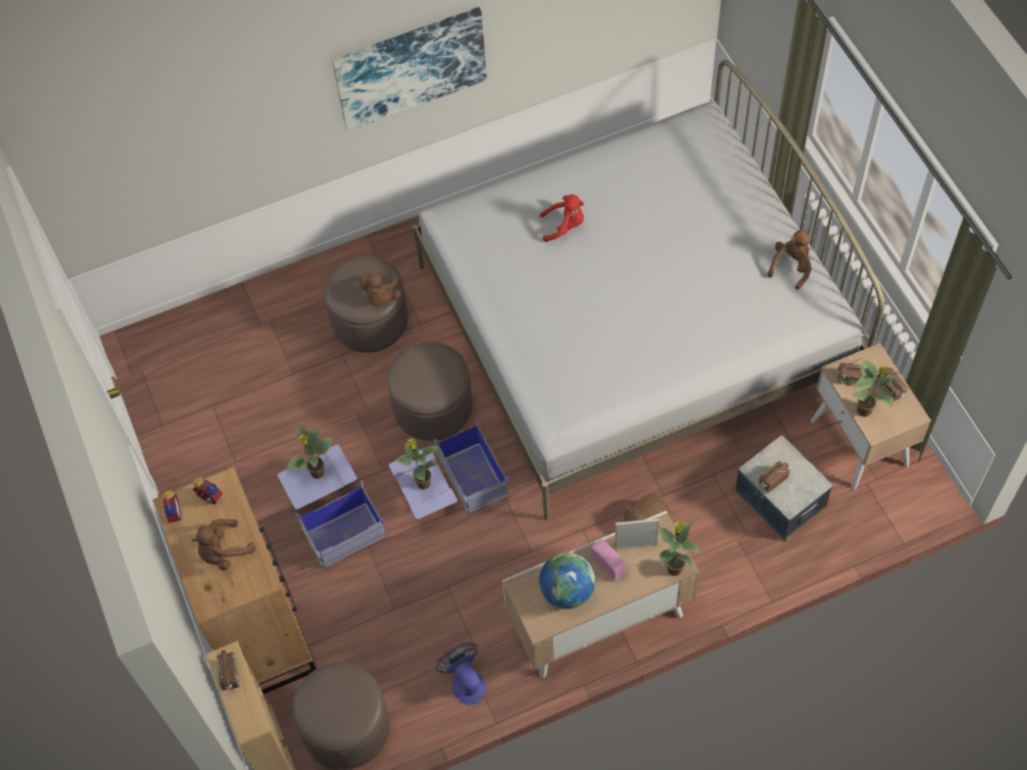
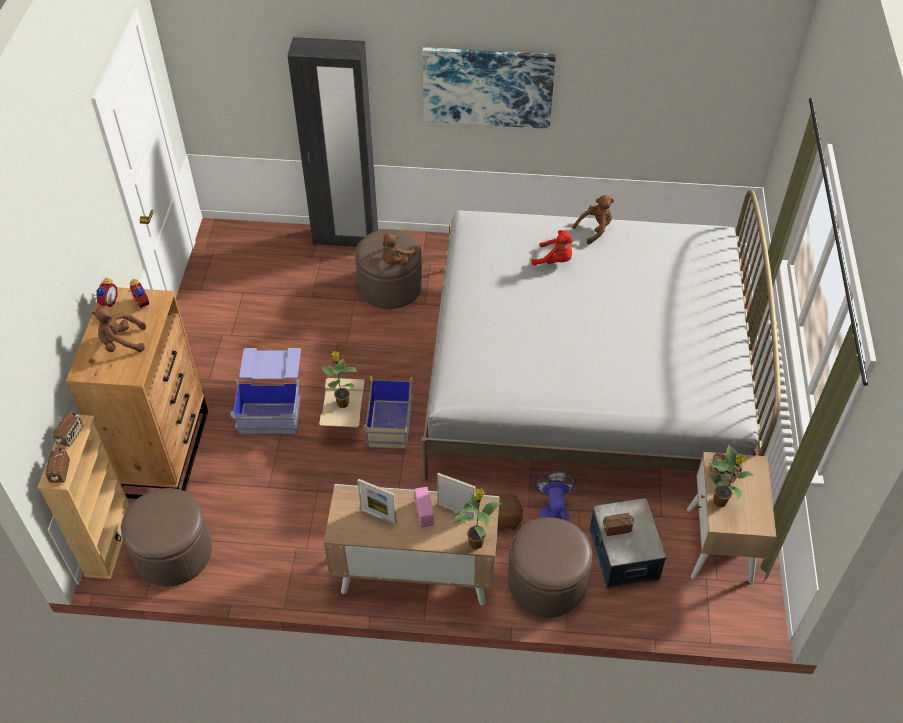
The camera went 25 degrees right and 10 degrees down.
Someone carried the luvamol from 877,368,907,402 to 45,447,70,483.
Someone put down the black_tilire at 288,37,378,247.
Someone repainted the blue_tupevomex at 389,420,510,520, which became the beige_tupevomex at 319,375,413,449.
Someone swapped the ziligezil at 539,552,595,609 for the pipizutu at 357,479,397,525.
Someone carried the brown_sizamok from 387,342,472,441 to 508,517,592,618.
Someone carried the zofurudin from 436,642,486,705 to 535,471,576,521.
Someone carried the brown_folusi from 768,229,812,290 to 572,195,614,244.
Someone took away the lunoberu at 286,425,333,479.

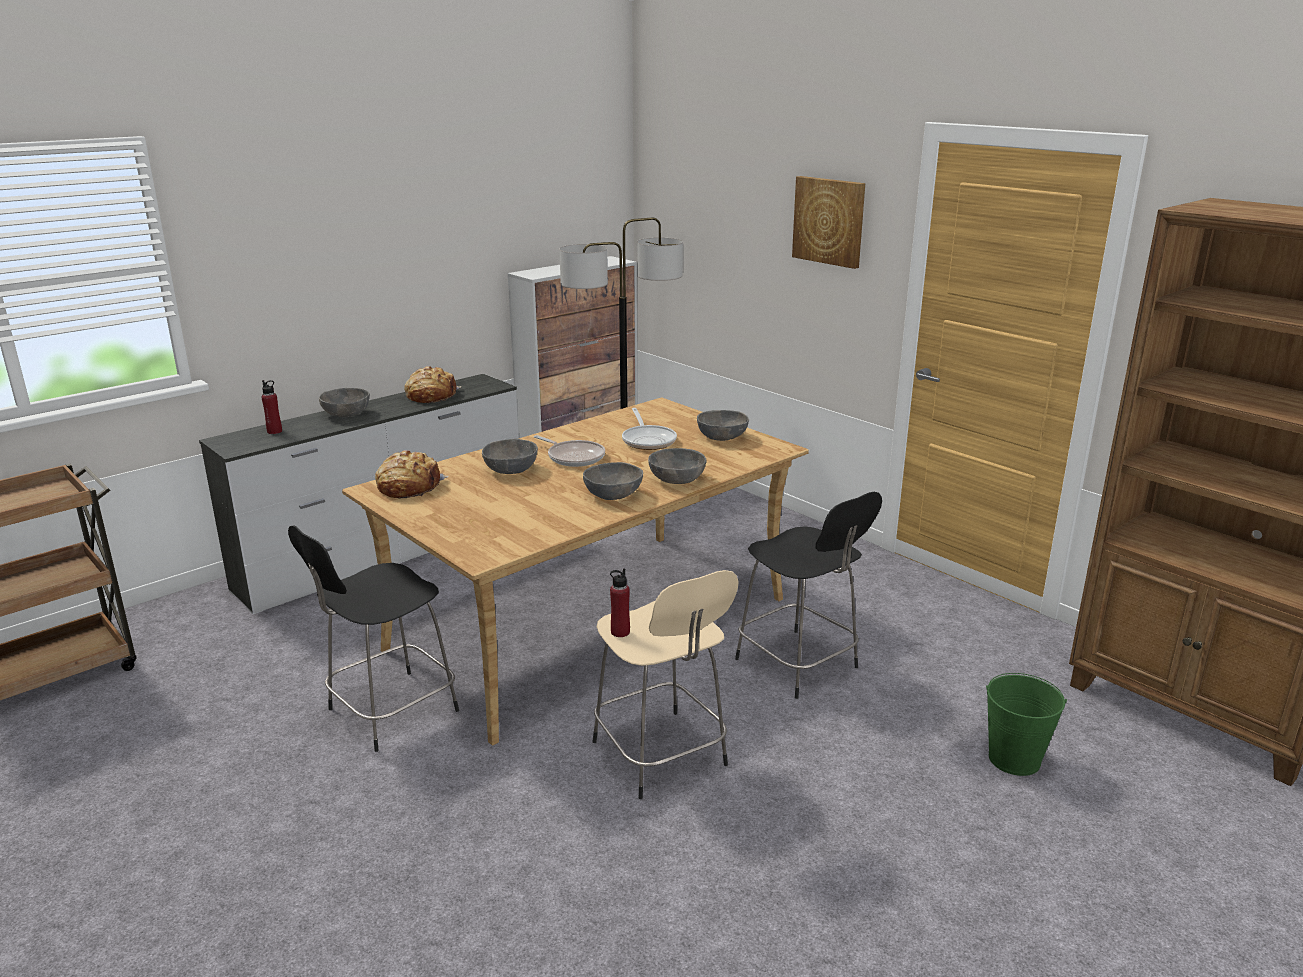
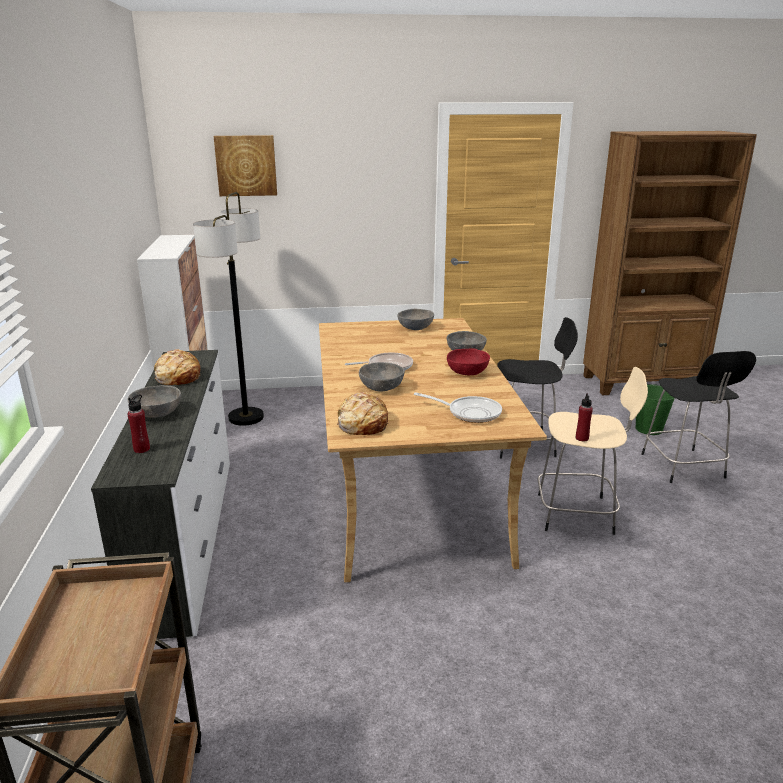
The camera went 55 degrees left and 0 degrees up.
Someone carried the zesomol from 792,176,865,269 to 214,135,277,196.
Someone carried the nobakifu from 622,408,677,450 to 414,392,502,423.
Someone repainted the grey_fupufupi at 583,462,643,500, which became the red_fupufupi at 447,349,490,375.
Someone carried the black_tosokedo from 288,525,459,752 to 641,351,756,483.

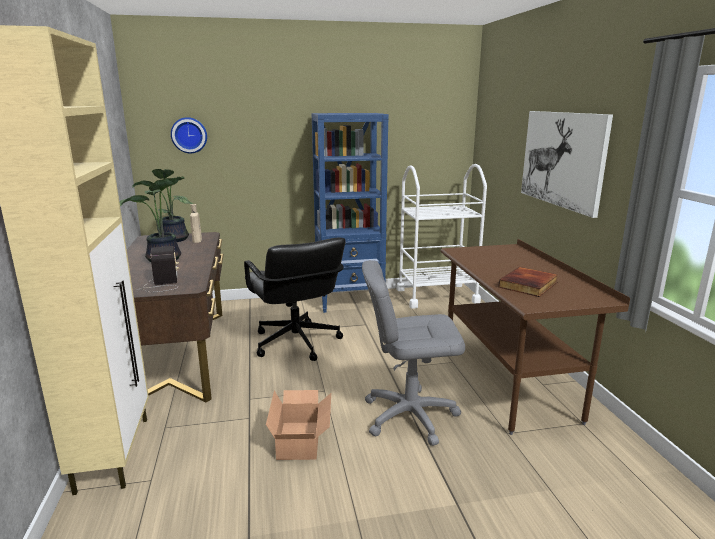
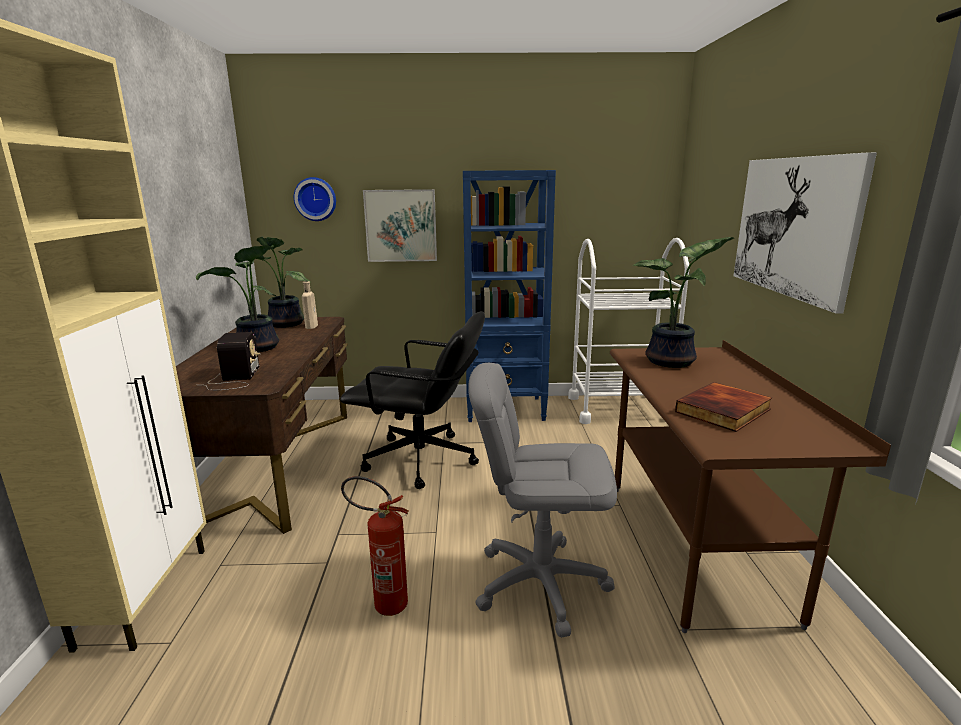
The camera went 10 degrees right and 0 degrees up.
Someone rotated the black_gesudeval at 244,238,346,361 by 60 degrees counterclockwise.
Someone swapped the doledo at 266,390,331,460 for the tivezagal at 341,476,409,616.
Someone put up the zesomol at 363,189,437,262.
Someone put down the lunoberu at 632,237,734,368.

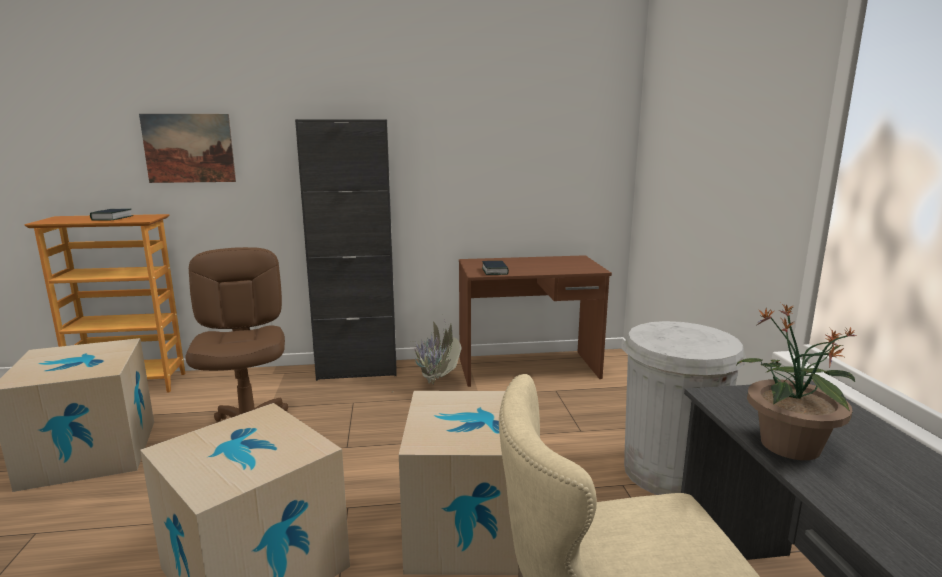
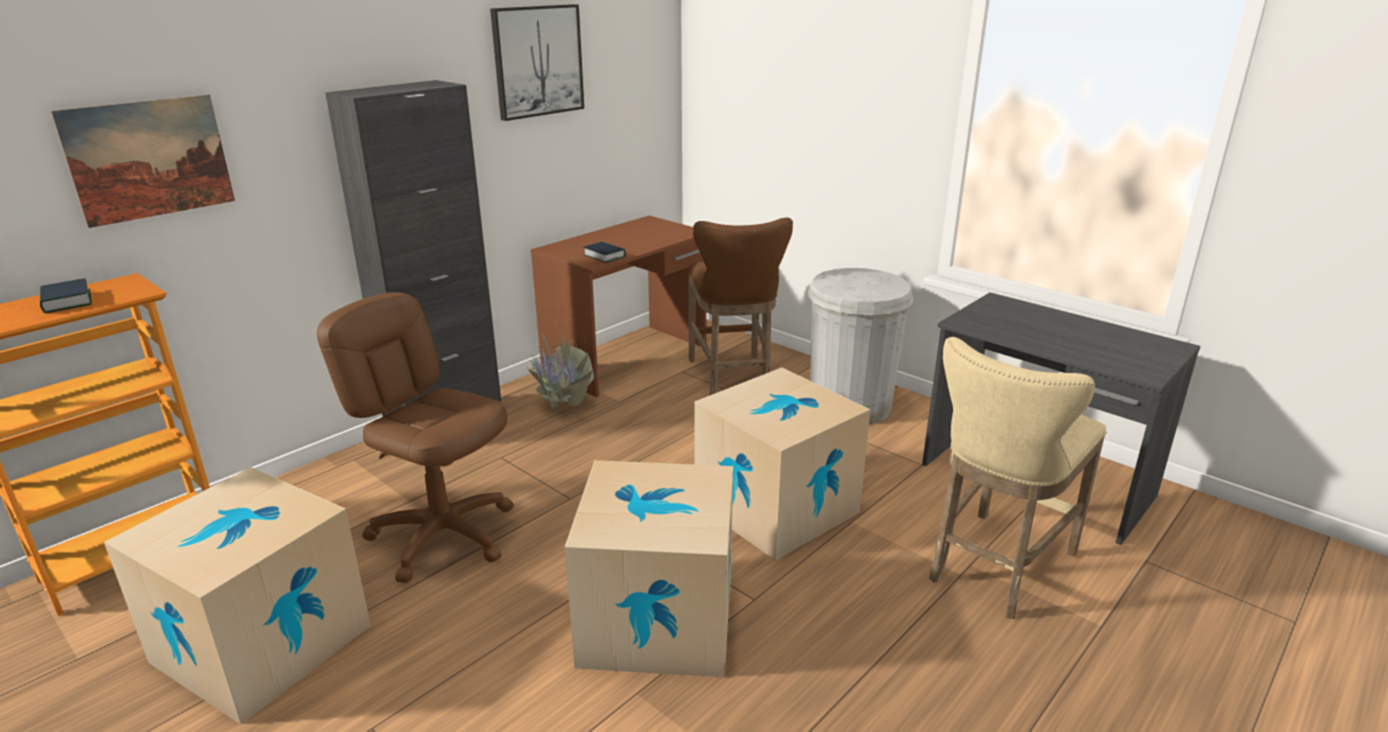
The camera went 40 degrees left and 10 degrees up.
Someone put up the zesomol at 490,4,584,121.
Someone put down the brown_tosokedo at 688,217,793,395.
Someone took away the lunoberu at 736,303,856,460.

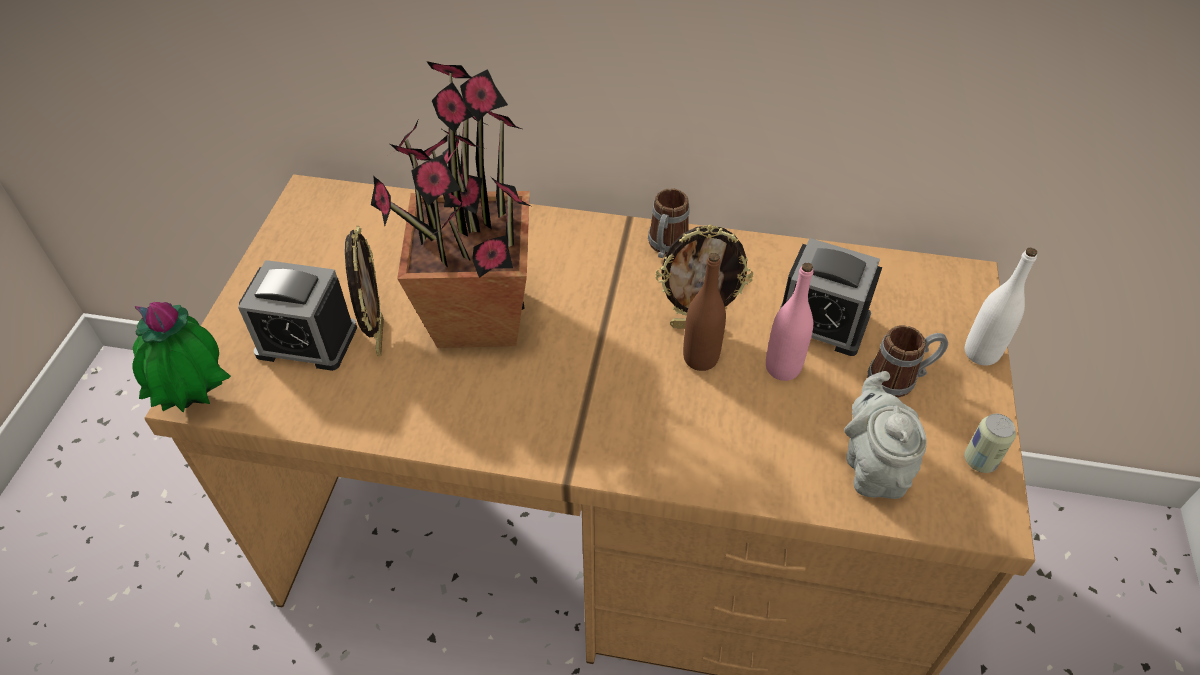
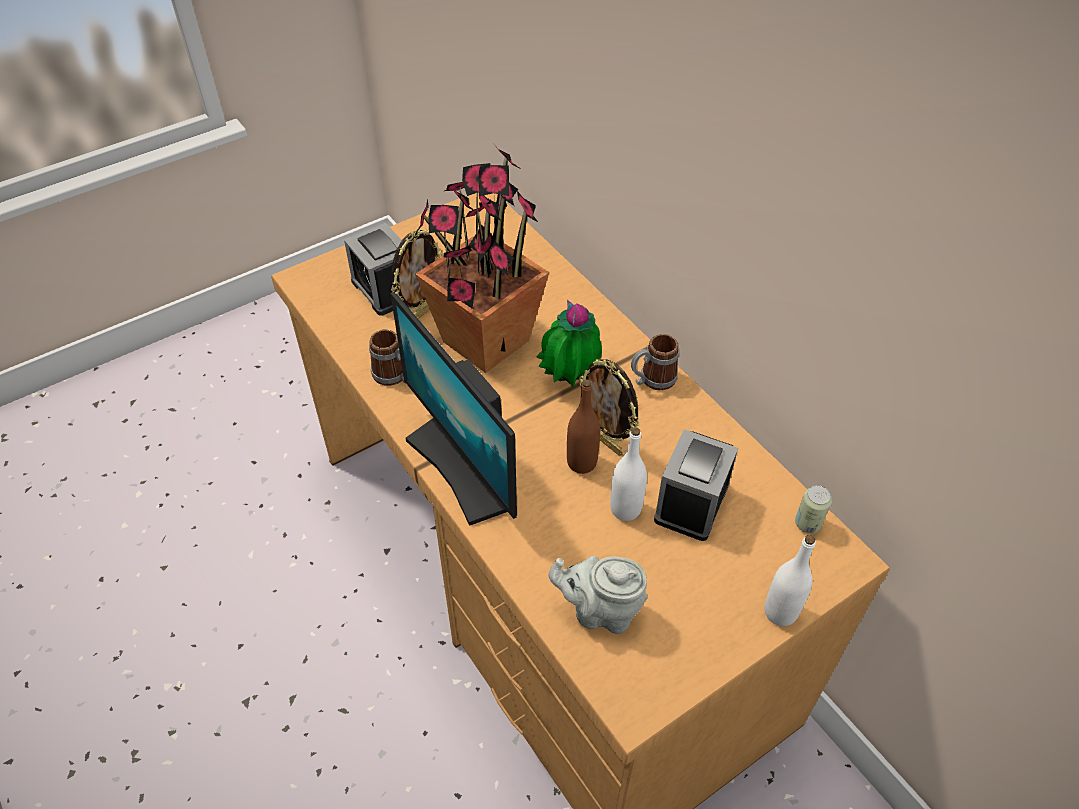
The camera went 45 degrees right and 0 degrees up.
Someone carried the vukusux from 868,325,948,398 to 369,329,405,386.
Someone put down the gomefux at 390,292,517,526.
Someone carried the lunoberu from 132,302,231,413 to 537,300,602,388.
Someone rotated the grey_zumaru at 844,371,927,499 by 120 degrees counterclockwise.
Someone repainted the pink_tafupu at 766,263,813,381, which became the white_tafupu at 610,427,647,521.
Someone rotated the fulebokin at 779,238,882,356 by 45 degrees clockwise.
Someone carried the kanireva from 964,414,1016,473 to 795,485,832,534.

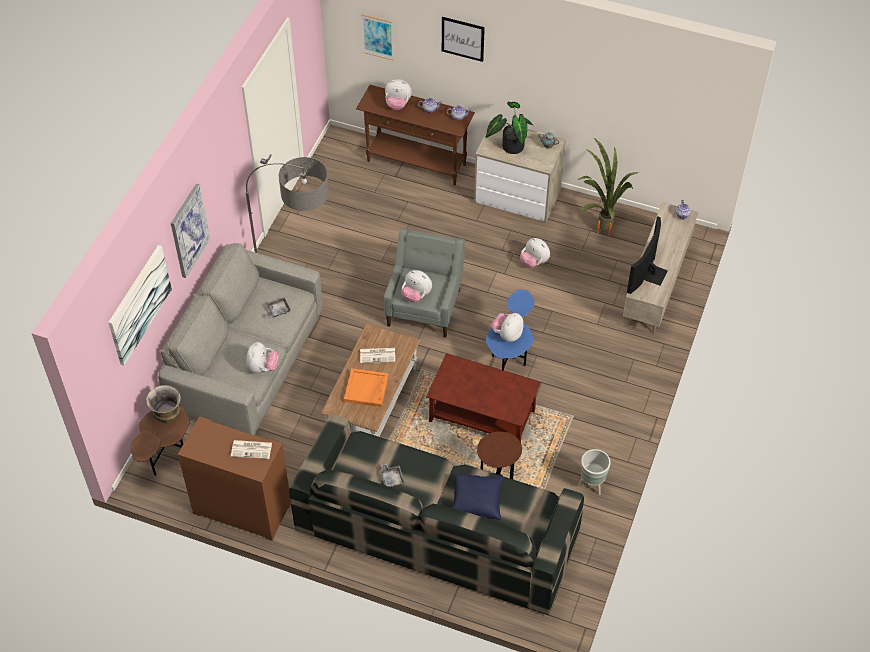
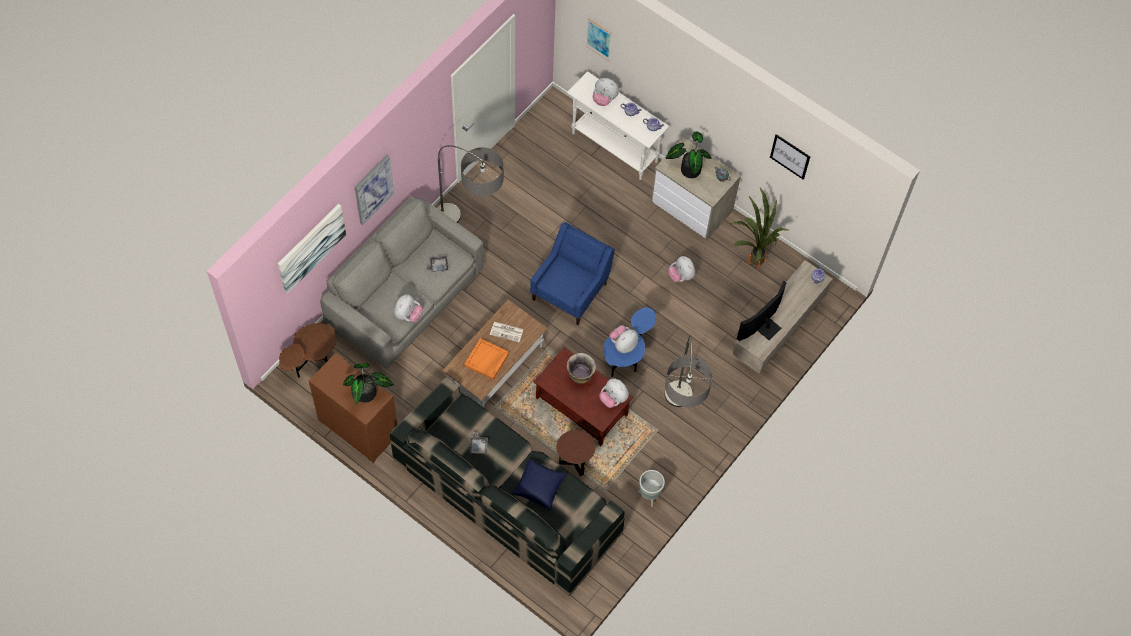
The camera went 15 degrees right and 10 degrees up.
Someone swapped the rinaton at 231,440,272,459 for the lunoberu at 343,363,394,405.
Someone repainted the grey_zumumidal at 384,228,465,338, which became the blue_zumumidal at 530,222,615,325.
Someone repainted the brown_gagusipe at 356,85,475,186, which became the white_gagusipe at 567,71,670,180.
Someone carried the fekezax from 146,385,181,423 to 567,353,596,384.
Someone carried the folusi from 401,270,432,303 to 599,378,629,408.
Someone put down the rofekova at 665,335,712,407.
Someone carried the zesomol from 442,17,485,62 to 770,134,810,180.

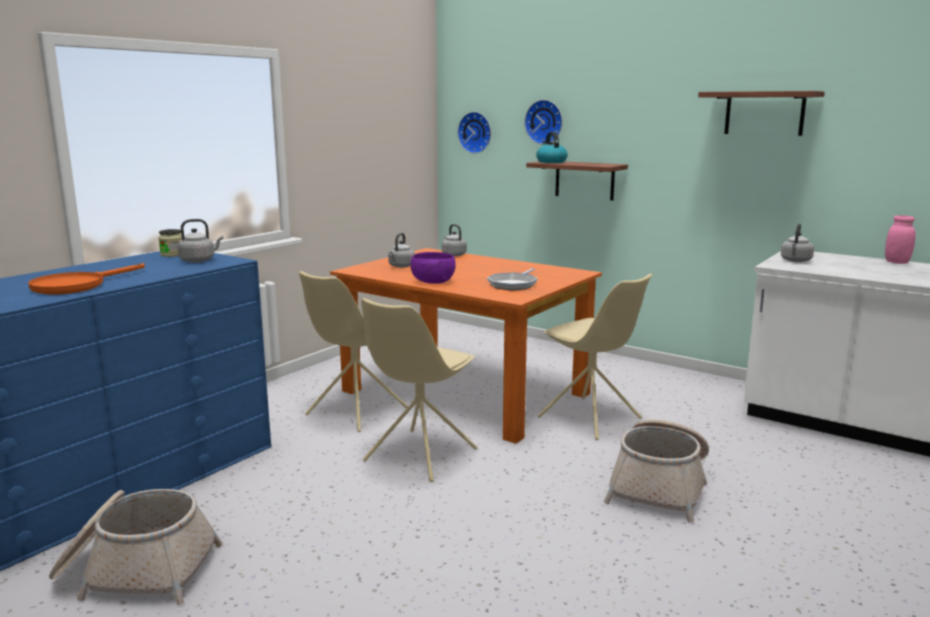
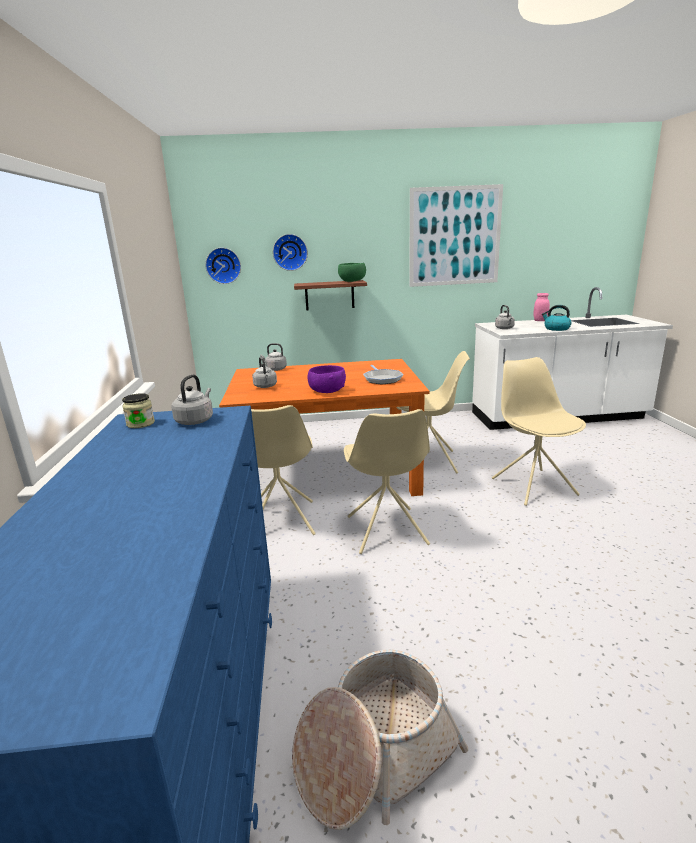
The camera went 40 degrees left and 5 degrees up.
Someone put down the green_fupufupi at 338,263,366,282.
Someone swapped the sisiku at 698,91,825,136 for the zesomol at 410,184,503,287.
Someone swapped the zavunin at 604,420,709,522 for the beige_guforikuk at 492,357,586,506.
Someone carried the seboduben from 536,132,568,163 to 542,305,571,331.
Someone took away the orange_nobakifu at 28,263,145,294.

